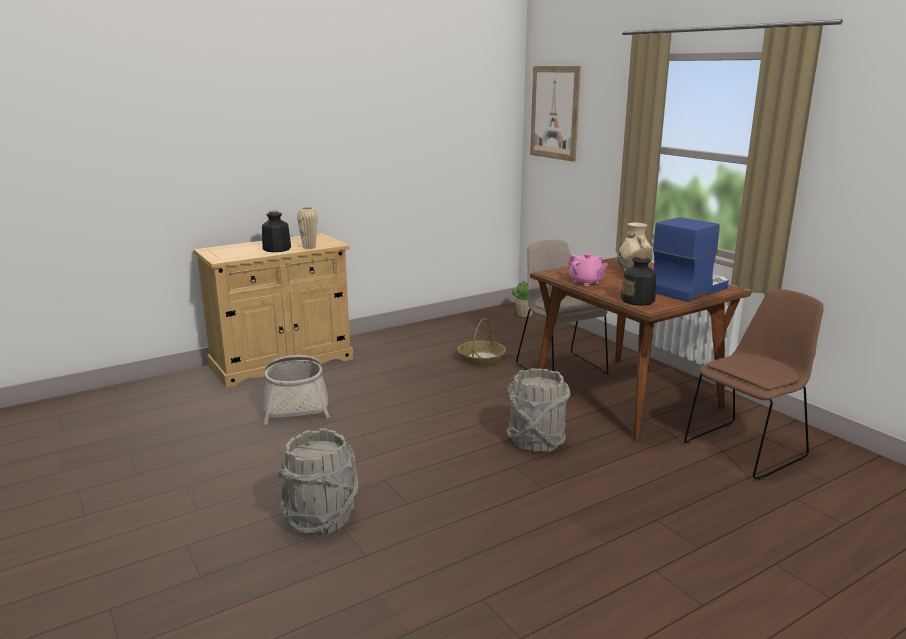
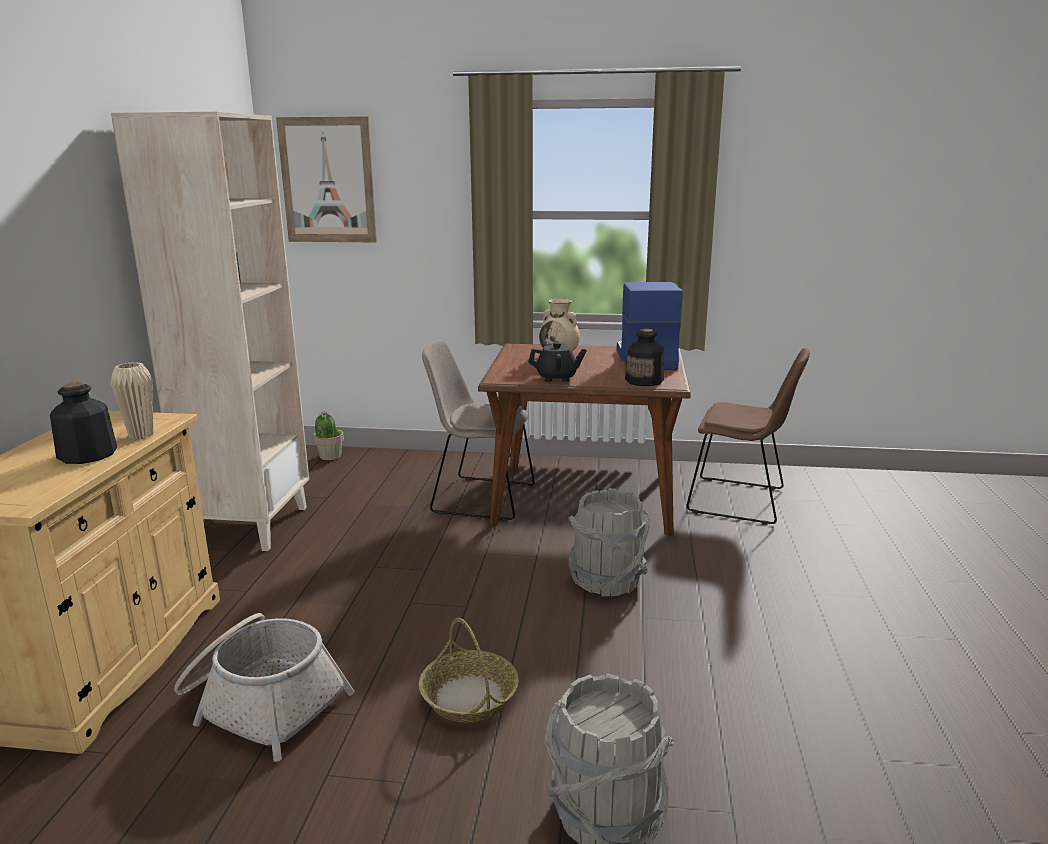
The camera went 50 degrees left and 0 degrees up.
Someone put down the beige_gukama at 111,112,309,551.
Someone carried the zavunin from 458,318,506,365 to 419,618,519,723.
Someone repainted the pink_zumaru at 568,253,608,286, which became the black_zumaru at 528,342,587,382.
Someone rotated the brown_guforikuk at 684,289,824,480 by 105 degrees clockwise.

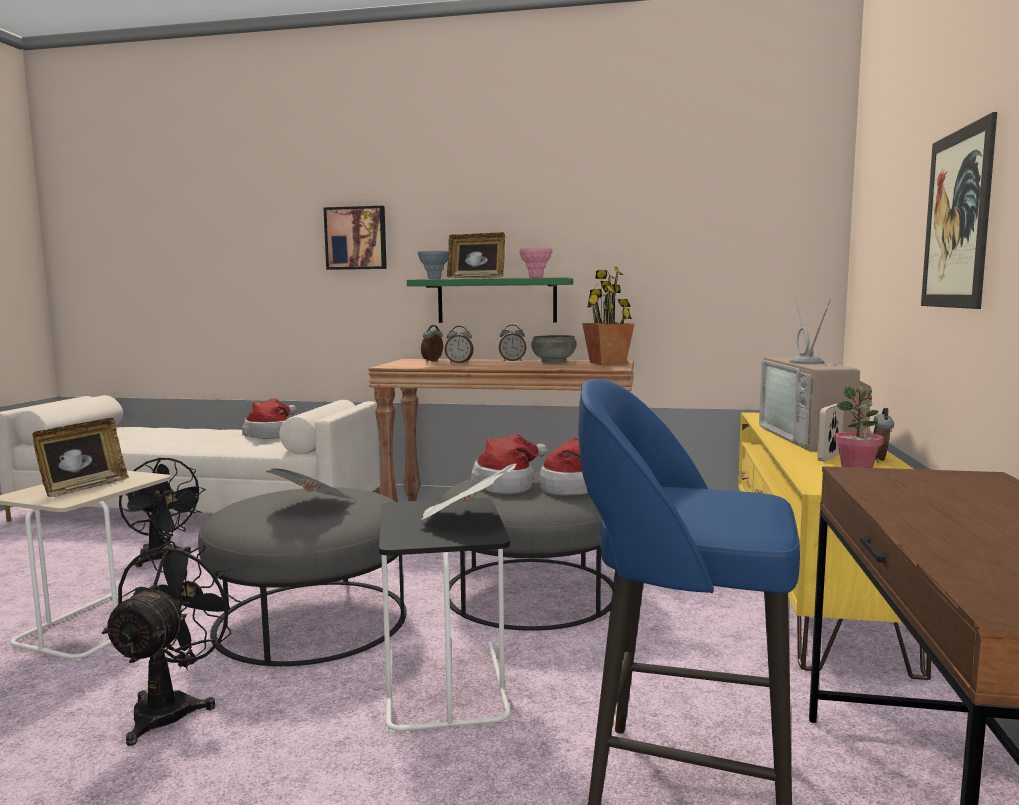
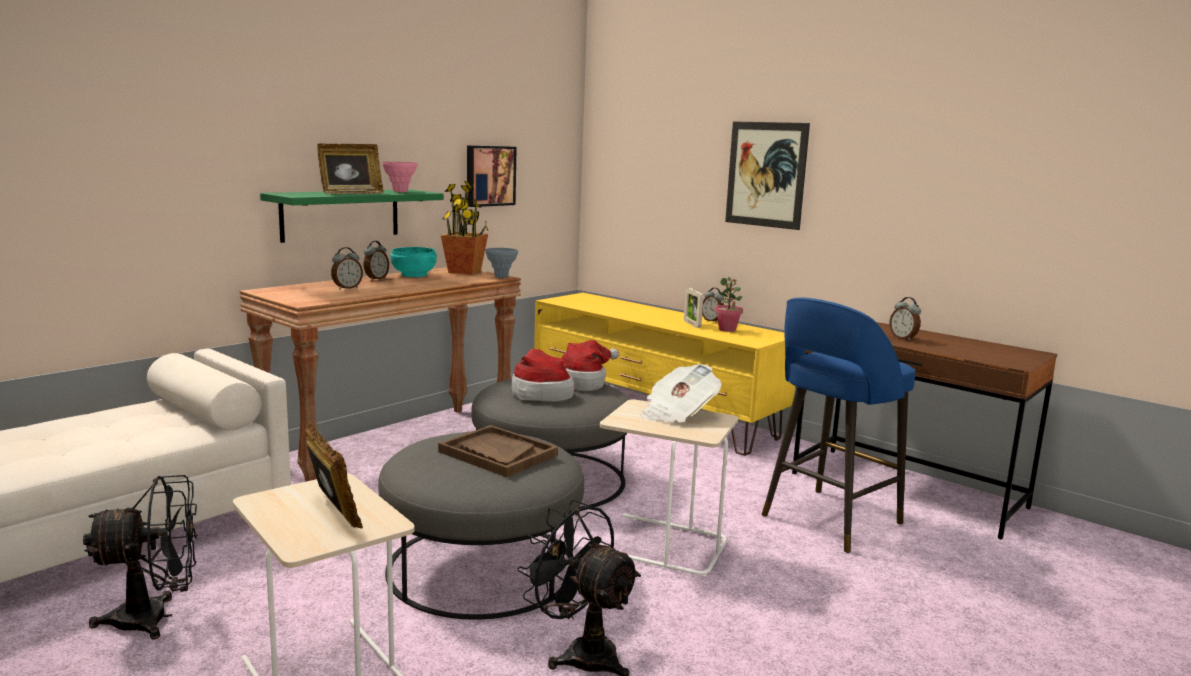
The camera went 60 degrees left and 5 degrees up.
Someone repainted the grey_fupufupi at 531,335,576,363, which became the turquoise_fupufupi at 390,247,437,277.
Someone swapped the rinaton at 266,468,352,499 for the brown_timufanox at 438,425,558,477.
Someone carried the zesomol from 324,206,387,270 to 467,145,517,207.
Someone carried the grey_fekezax from 418,251,448,279 to 486,248,518,278.
Someone repainted the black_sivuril at 379,498,511,733, which became the beige_sivuril at 600,399,738,577.
Someone carried the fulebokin from 421,325,443,362 to 889,297,921,341.
Someone took away the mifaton at 242,398,297,439.
Someone took away the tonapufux at 759,298,871,451.

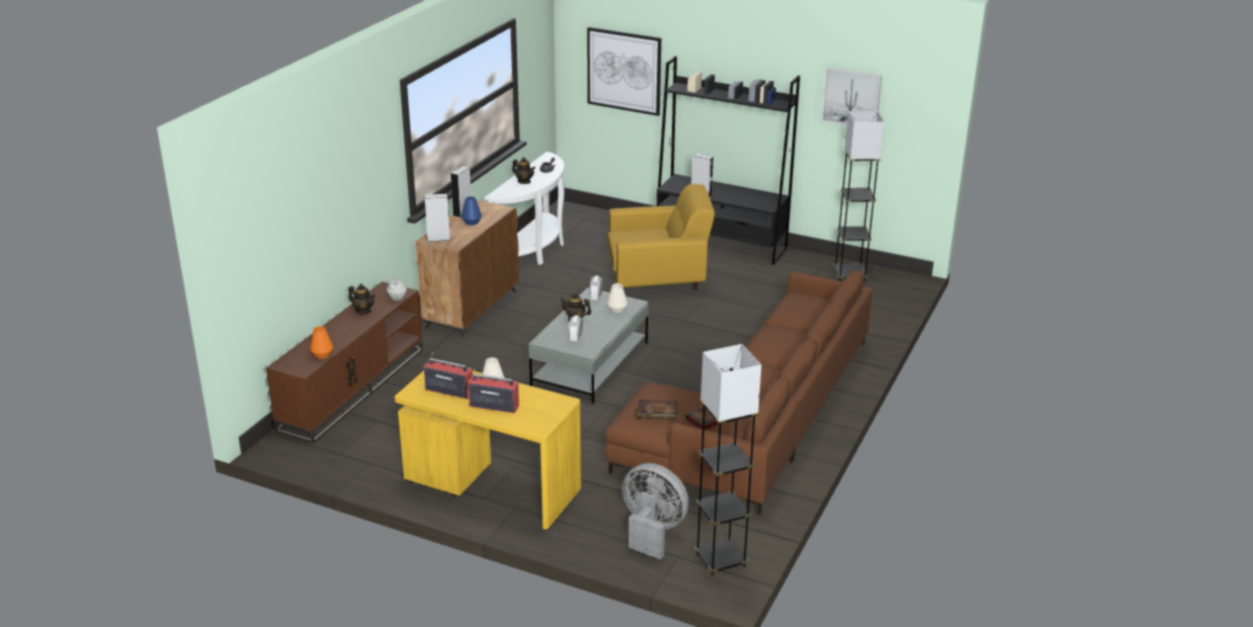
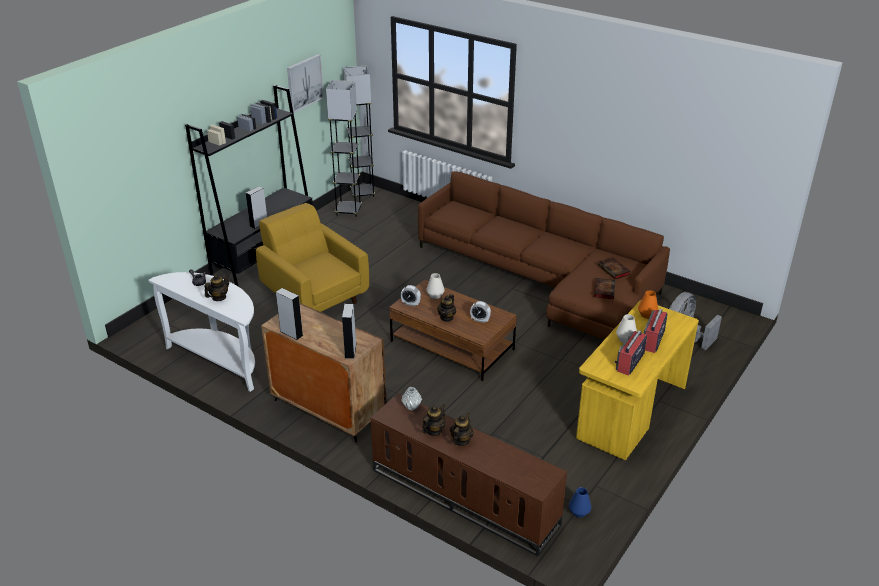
The camera went 80 degrees left and 5 degrees up.
Someone rotated the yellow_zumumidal at 608,184,715,290 by 45 degrees counterclockwise.
Someone carried the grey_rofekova from 694,344,762,576 to 343,66,375,199.
Someone repainted the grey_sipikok at 529,288,648,404, which became the brown_sipikok at 389,280,517,381.
Someone put down the zumaru at 450,412,474,446.
Someone carried the blue_fekezax from 461,196,482,225 to 569,487,591,518.
Someone carried the orange_fekezax from 310,326,333,359 to 638,291,658,319.
Someone took away the zesomol at 587,27,661,116.

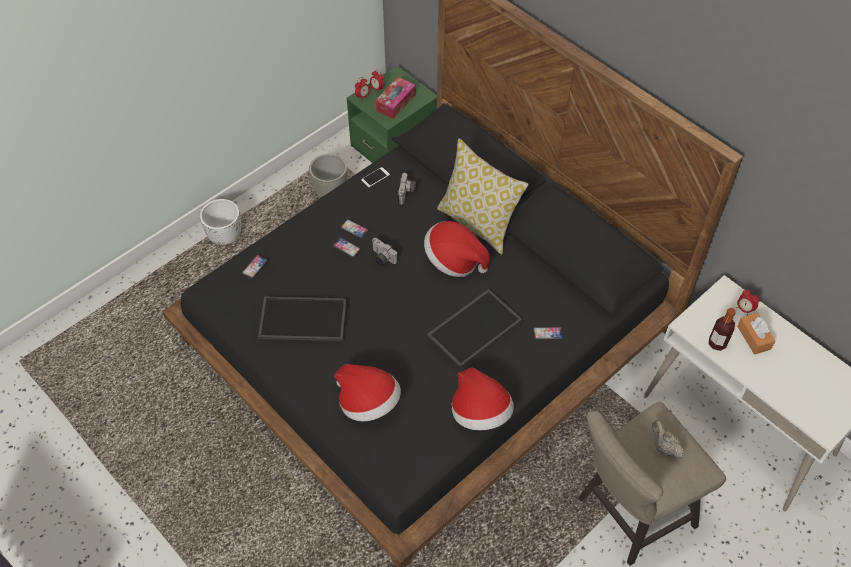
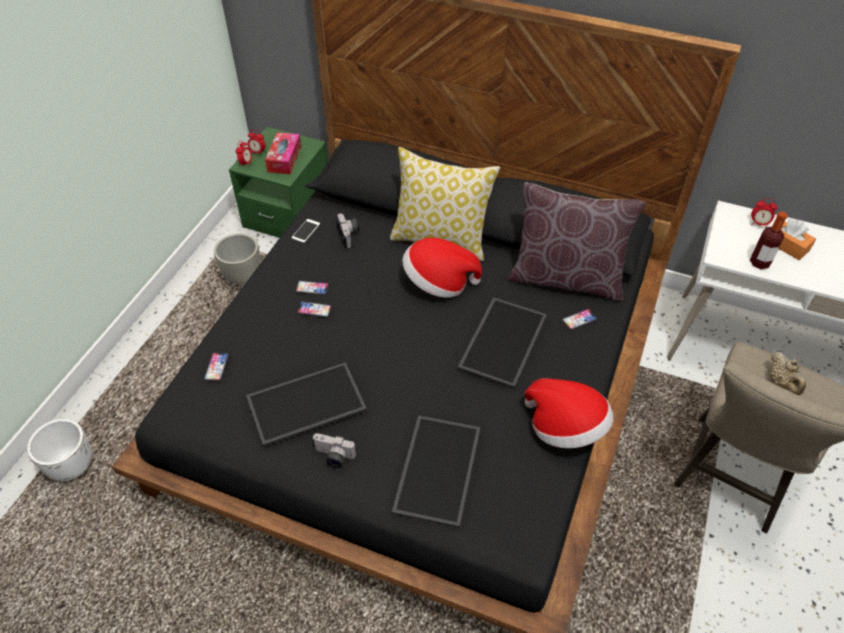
The camera went 25 degrees left and 5 degrees down.
Someone carried the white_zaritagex from 200,199,241,245 to 27,419,92,481.
Someone carried the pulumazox from 372,238,398,266 to 313,433,356,468.
Someone swapped the mifaton at 334,364,401,421 for the timufanox at 392,415,480,528.
Someone put down the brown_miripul at 508,182,646,301.
Someone rotated the beige_zumaru at 652,420,684,458 by 135 degrees counterclockwise.

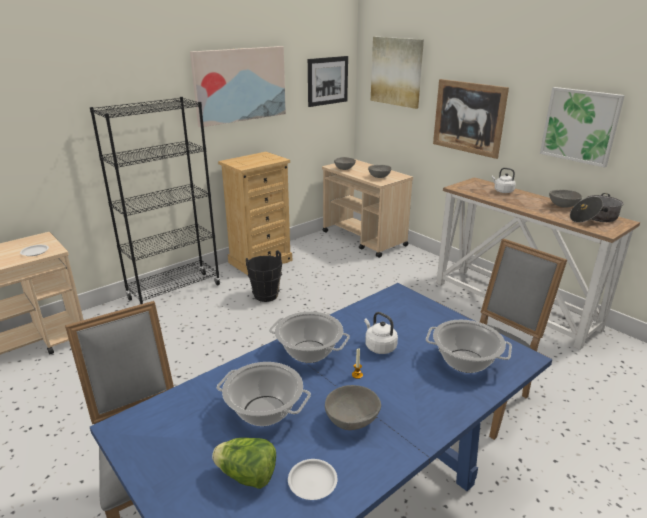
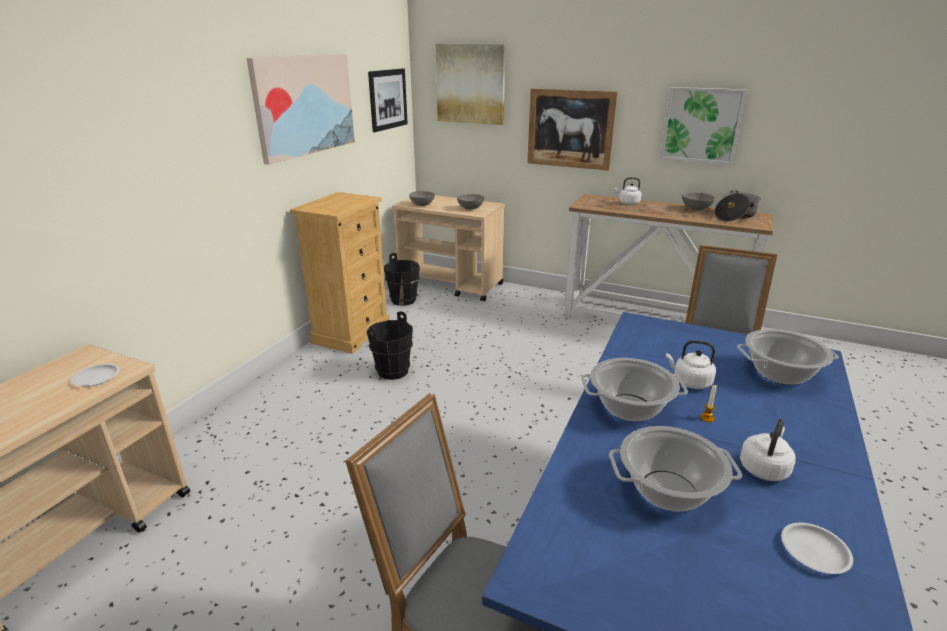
The camera went 25 degrees left and 0 degrees up.
Someone put down the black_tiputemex at 384,253,420,306.
Someone swapped the grey_fupufupi at 325,385,381,430 for the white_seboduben at 740,419,795,481.
Someone took away the black_gukama at 90,97,220,305.
Someone took away the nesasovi at 212,438,276,489.

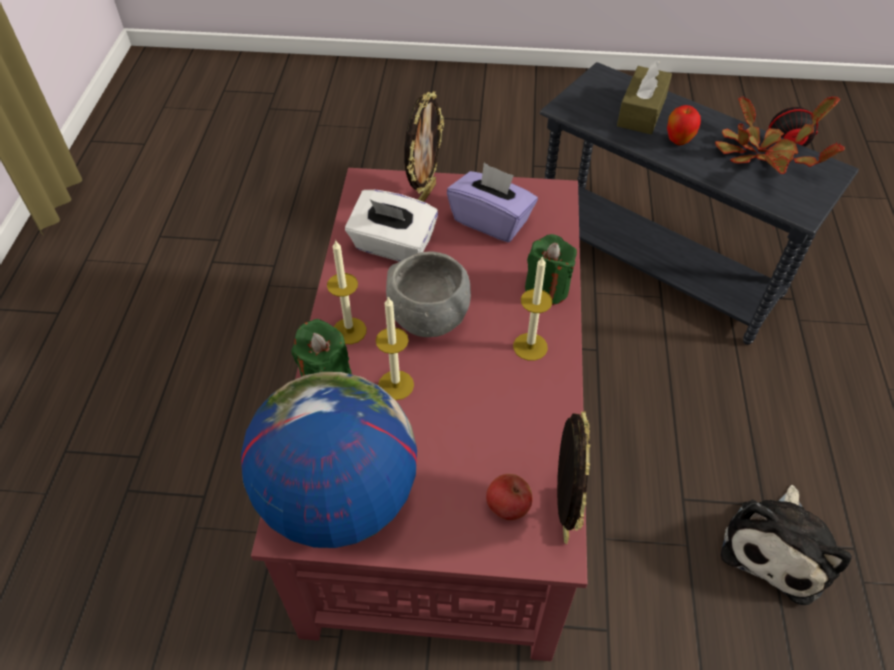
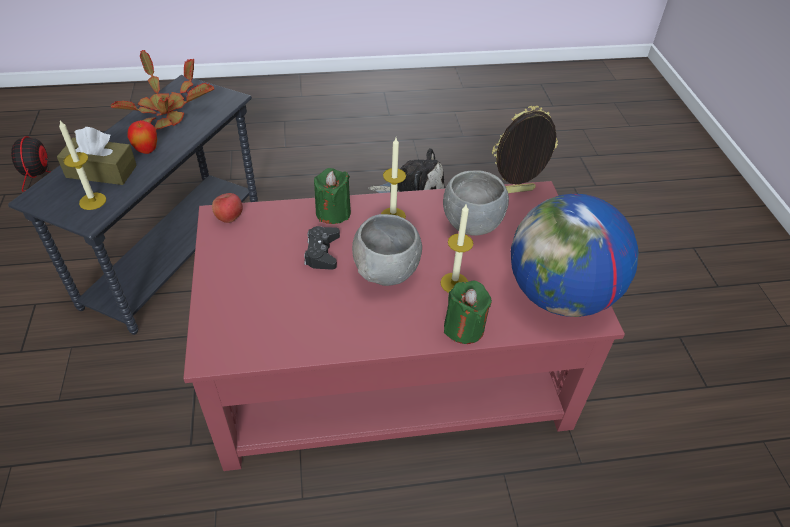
The camera went 105 degrees left and 5 degrees down.
Someone carried the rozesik from 327,239,367,344 to 59,121,106,210.
Someone carried the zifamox from 486,474,532,520 to 212,193,243,223.
Someone put down the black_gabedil at 304,226,340,270.
Someone put down the grey_fupufupi at 443,170,509,236.
Someone took away the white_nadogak at 345,190,438,262.
Someone took away the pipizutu at 404,91,444,202.
Someone took away the purple_nadogak at 447,163,538,242.

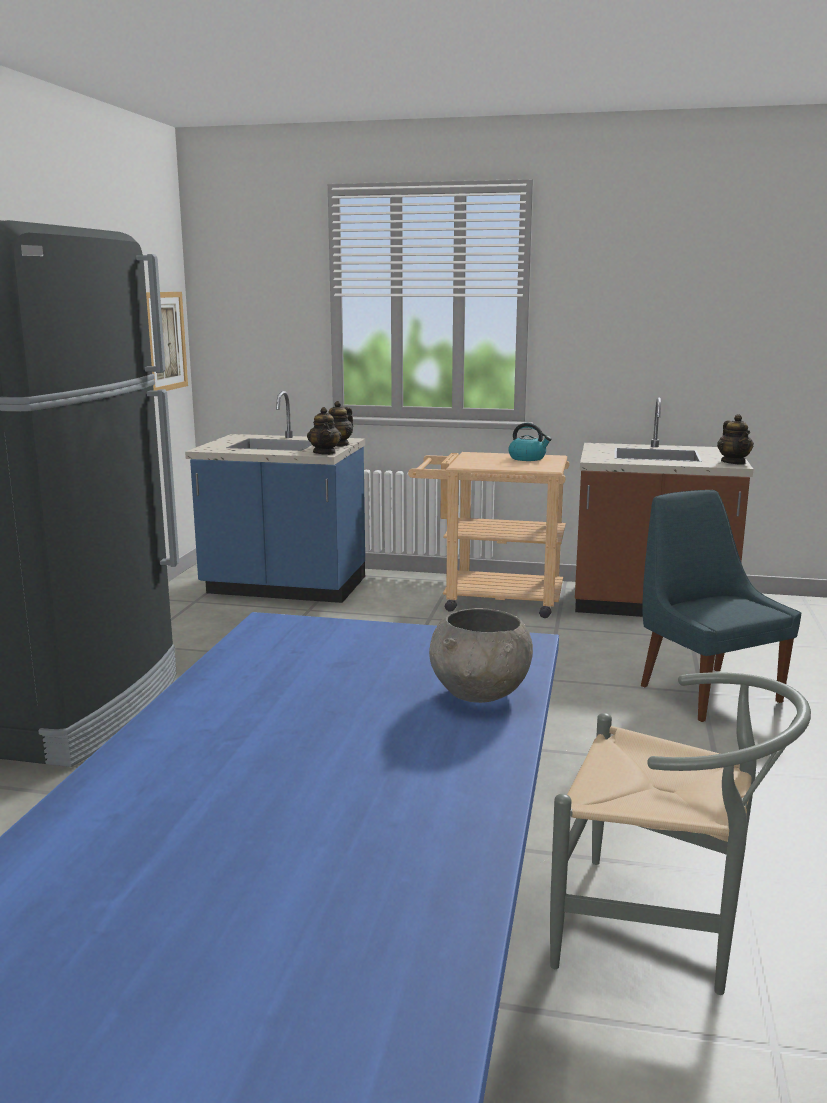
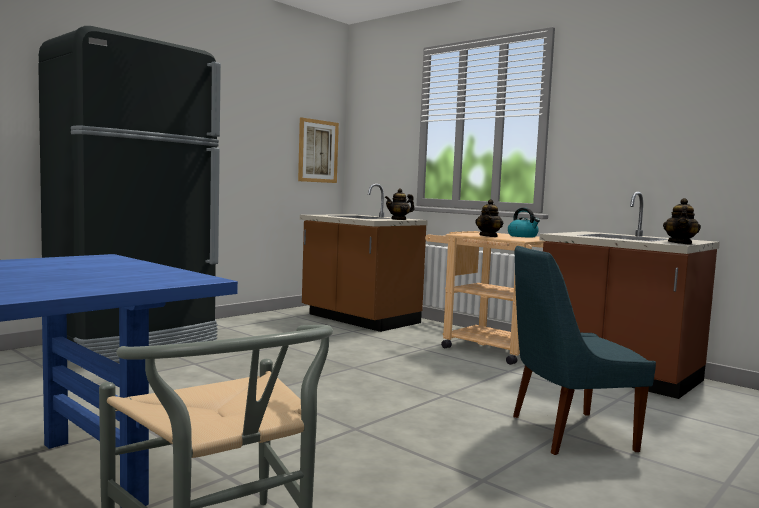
The camera went 30 degrees right and 10 degrees down.
Someone repainted the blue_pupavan at 185,391,365,603, which became the brown_pupavan at 300,184,428,332.
Someone carried the zumaru from 307,407,342,455 to 475,199,503,237.
Someone rotated the blue_guforikuk at 641,490,801,722 by 105 degrees counterclockwise.
Someone took away the grey_fupufupi at 429,608,533,703.

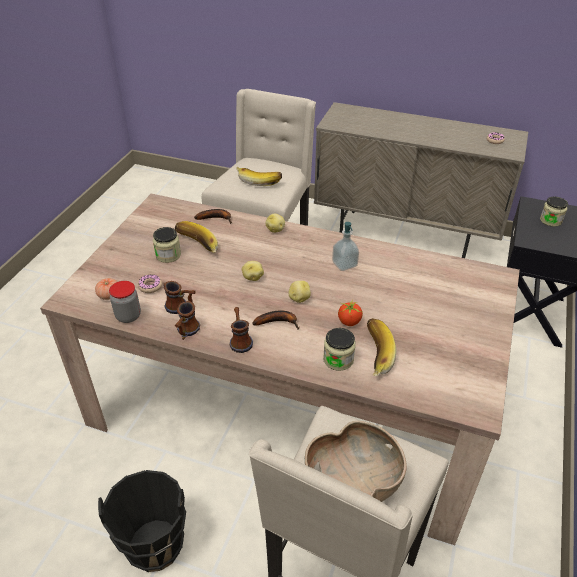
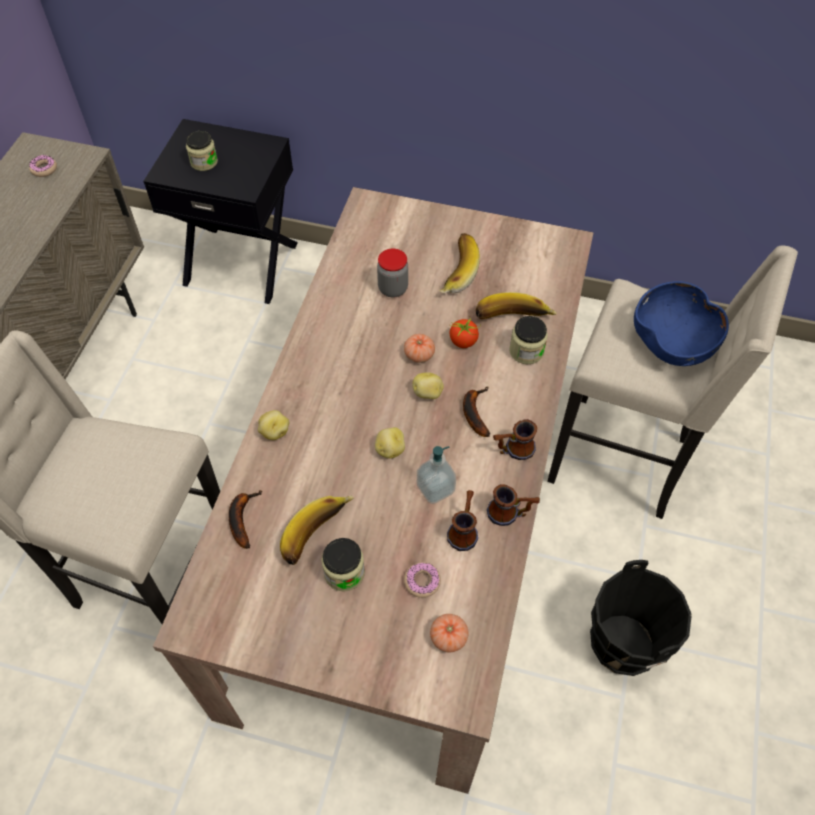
The camera went 95 degrees left and 15 degrees up.
Someone carried the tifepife from 109,281,141,323 to 377,249,408,297.
Someone put down the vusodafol at 404,334,435,363.
Someone carried the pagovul from 332,222,359,271 to 417,446,456,504.
Someone carried the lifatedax from 236,166,282,186 to 439,233,480,293.
Someone repainted the brown_fupufupi at 305,421,407,502, which became the blue_fupufupi at 634,281,729,366.

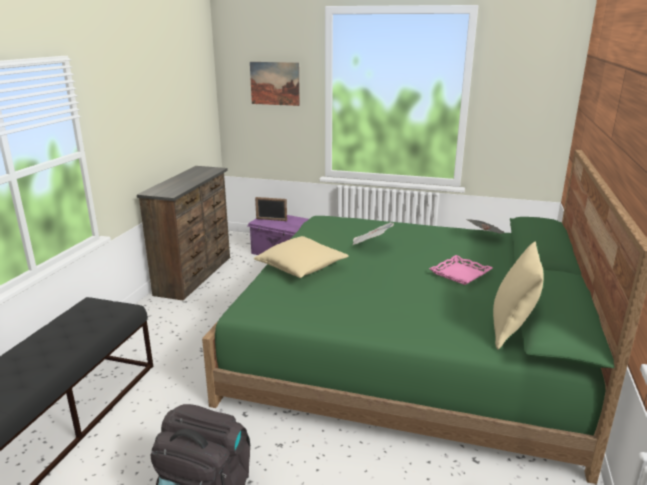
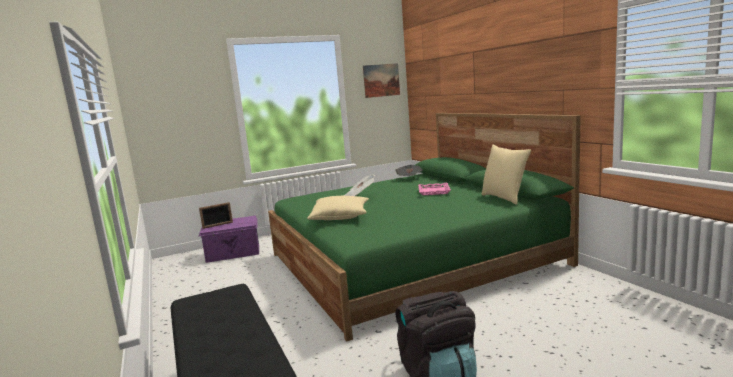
The camera went 40 degrees left and 10 degrees down.
Someone carried the zesomol from 250,62,300,106 to 363,63,400,98.
Someone took away the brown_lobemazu at 137,166,230,301.

